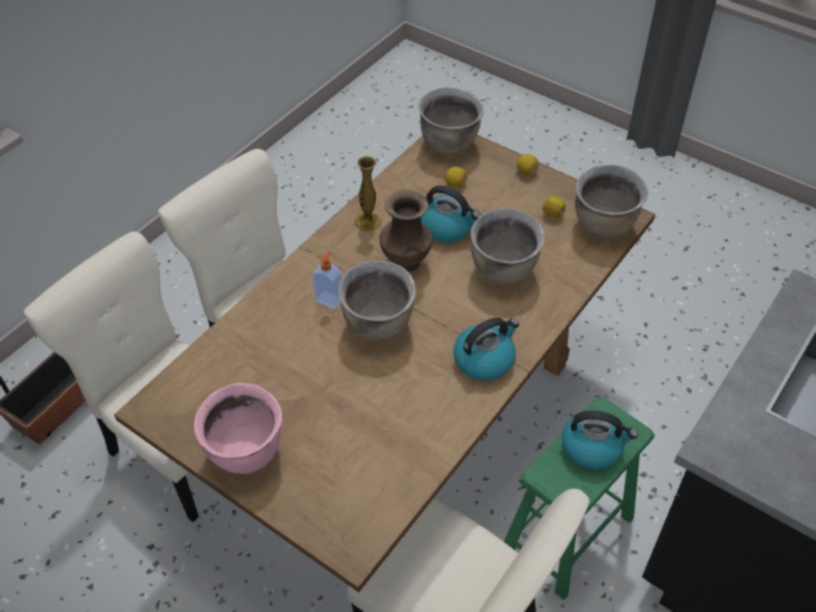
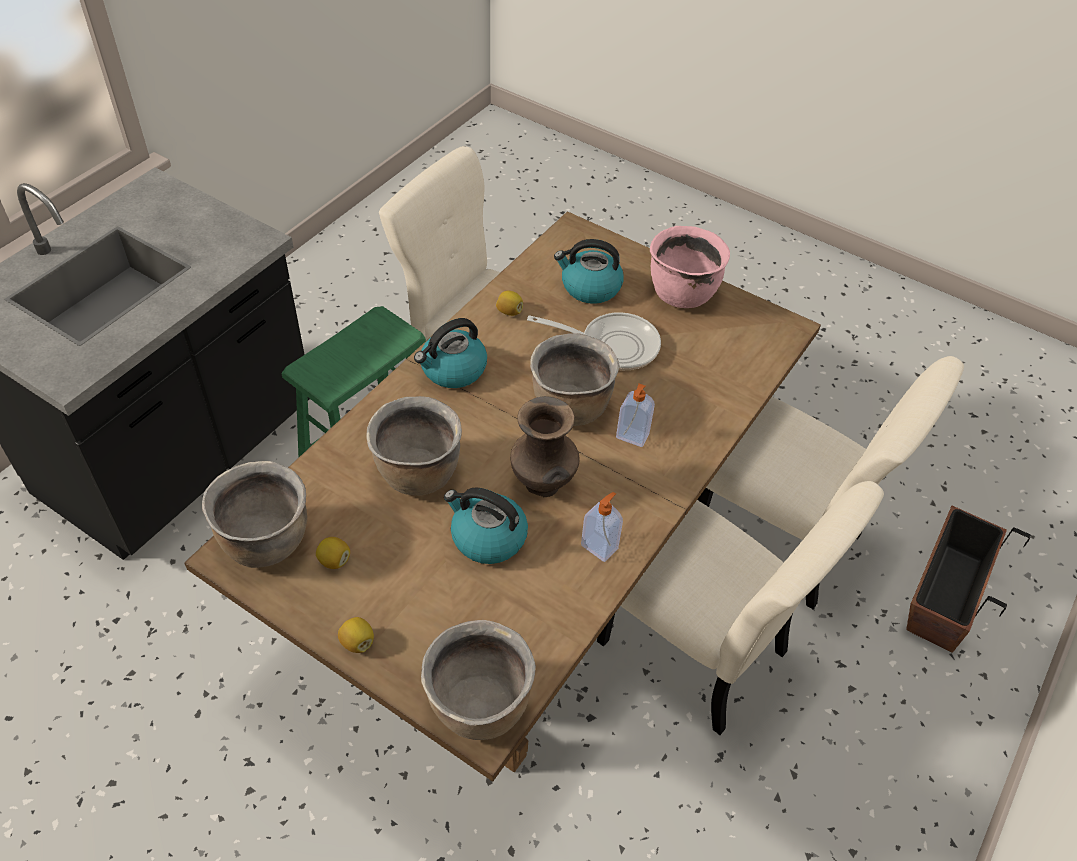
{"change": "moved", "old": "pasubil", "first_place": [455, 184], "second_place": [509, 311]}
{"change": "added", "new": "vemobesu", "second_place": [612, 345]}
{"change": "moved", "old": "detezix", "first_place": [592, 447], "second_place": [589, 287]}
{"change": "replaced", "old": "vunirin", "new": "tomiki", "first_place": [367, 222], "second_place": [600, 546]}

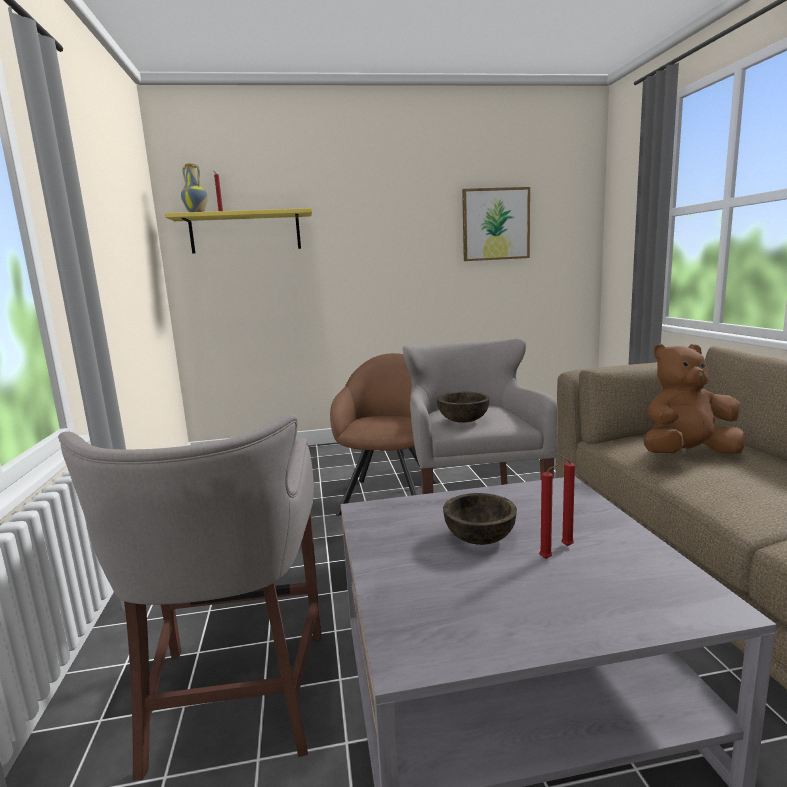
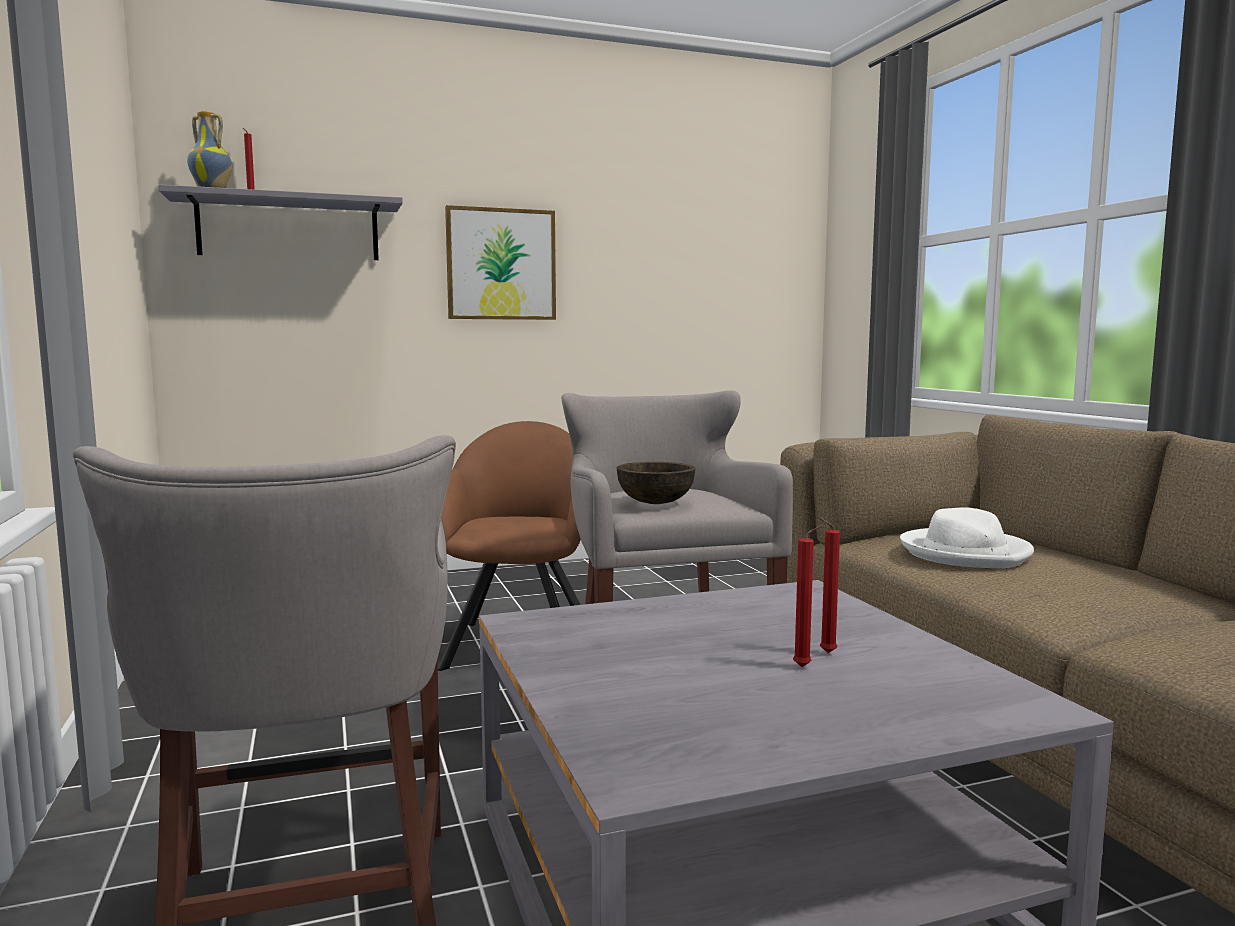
{"change": "recoloured", "old": "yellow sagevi", "new": "grey sagevi", "first_place": [245, 233], "second_place": [289, 229]}
{"change": "moved", "old": "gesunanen", "first_place": [495, 224], "second_place": [501, 264]}
{"change": "replaced", "old": "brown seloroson", "new": "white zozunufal", "first_place": [687, 455], "second_place": [965, 553]}
{"change": "removed", "old": "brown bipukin", "first_place": [480, 538]}

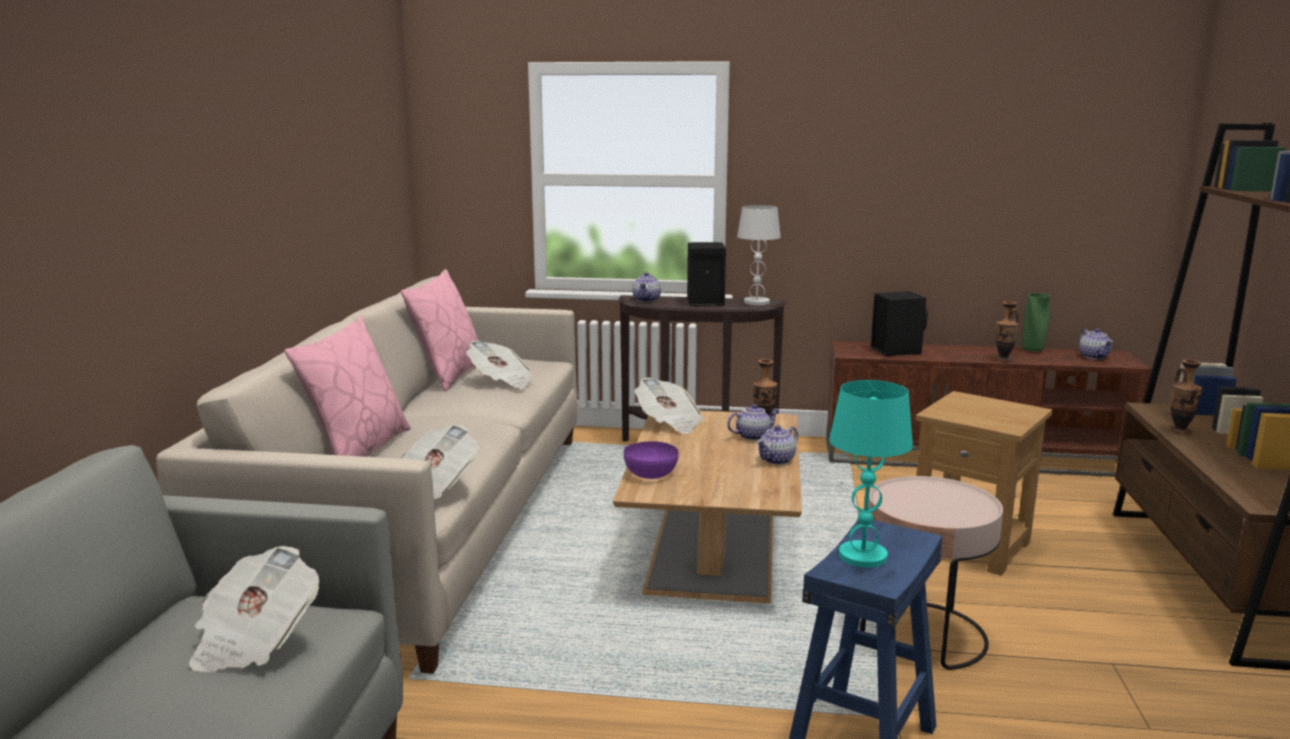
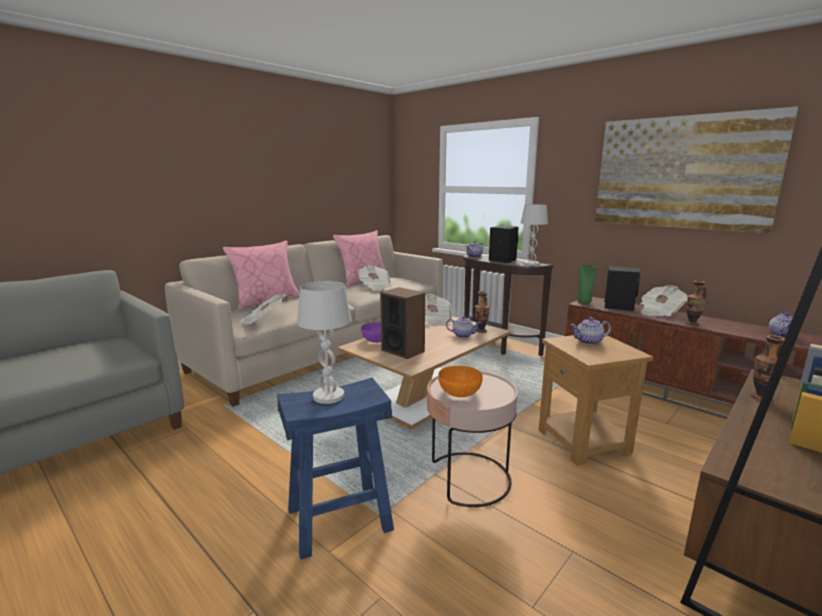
{"change": "recoloured", "old": "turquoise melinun", "new": "white melinun", "first_place": [863, 556], "second_place": [329, 396]}
{"change": "added", "new": "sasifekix", "second_place": [403, 350]}
{"change": "added", "new": "orange bipukin", "second_place": [459, 392]}
{"change": "moved", "old": "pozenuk", "first_place": [777, 460], "second_place": [589, 341]}
{"change": "moved", "old": "green vunirin", "first_place": [1032, 350], "second_place": [584, 303]}
{"change": "added", "new": "gesunanen", "second_place": [682, 172]}
{"change": "moved", "old": "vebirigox", "first_place": [254, 640], "second_place": [659, 312]}

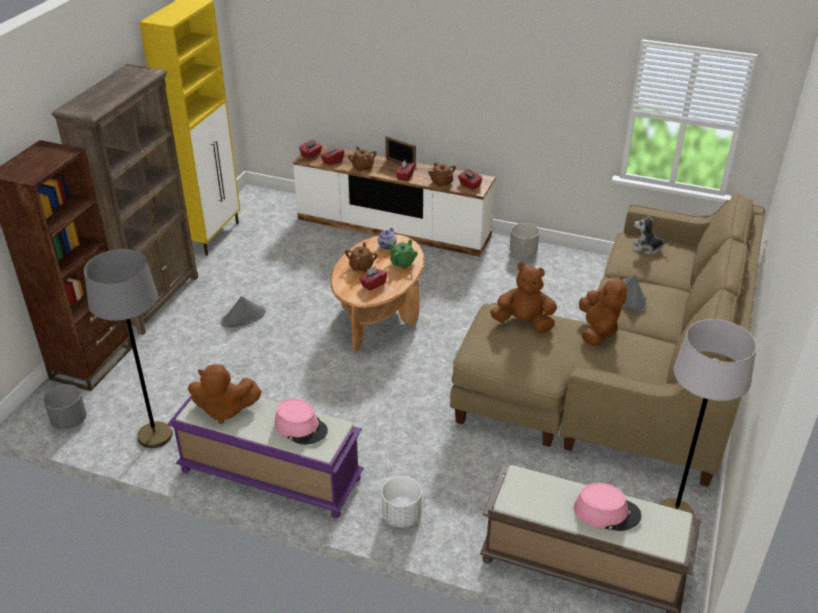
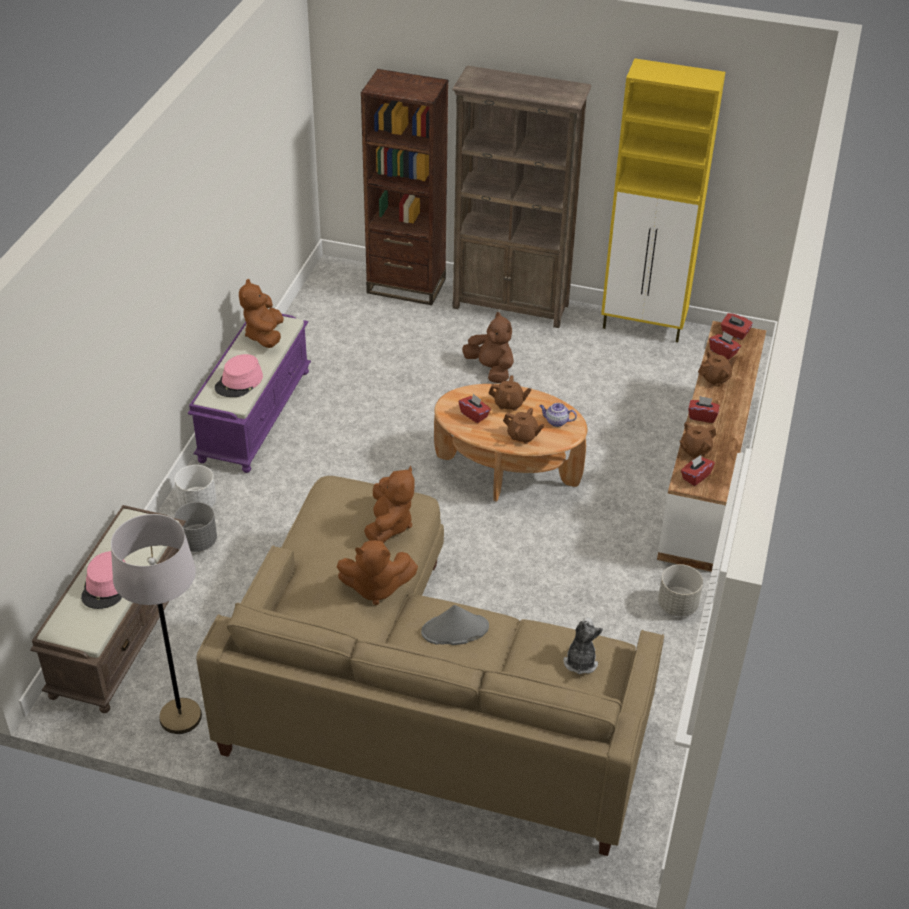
{"change": "moved", "old": "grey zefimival", "first_place": [69, 421], "second_place": [197, 541]}
{"change": "replaced", "old": "grey zozunufal", "new": "brown seloroson", "first_place": [243, 317], "second_place": [491, 369]}
{"change": "recoloured", "old": "green pozenuk", "new": "brown pozenuk", "first_place": [403, 262], "second_place": [522, 436]}
{"change": "removed", "old": "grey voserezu", "first_place": [155, 436]}
{"change": "removed", "old": "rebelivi", "first_place": [400, 163]}

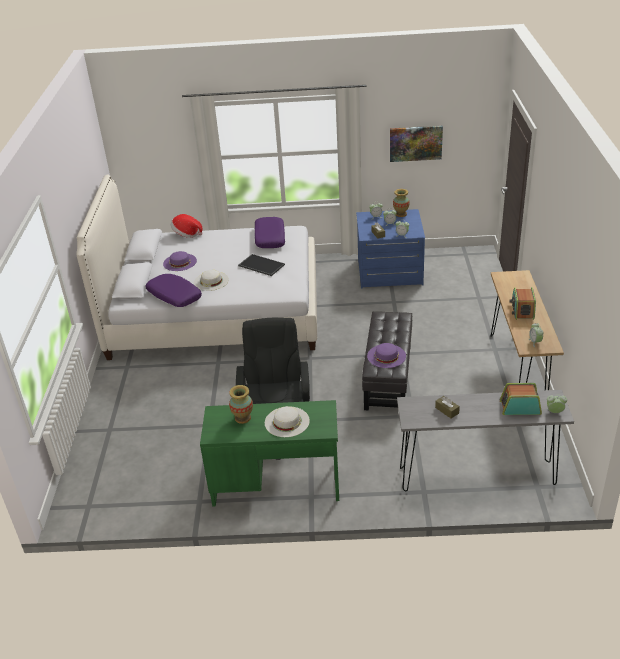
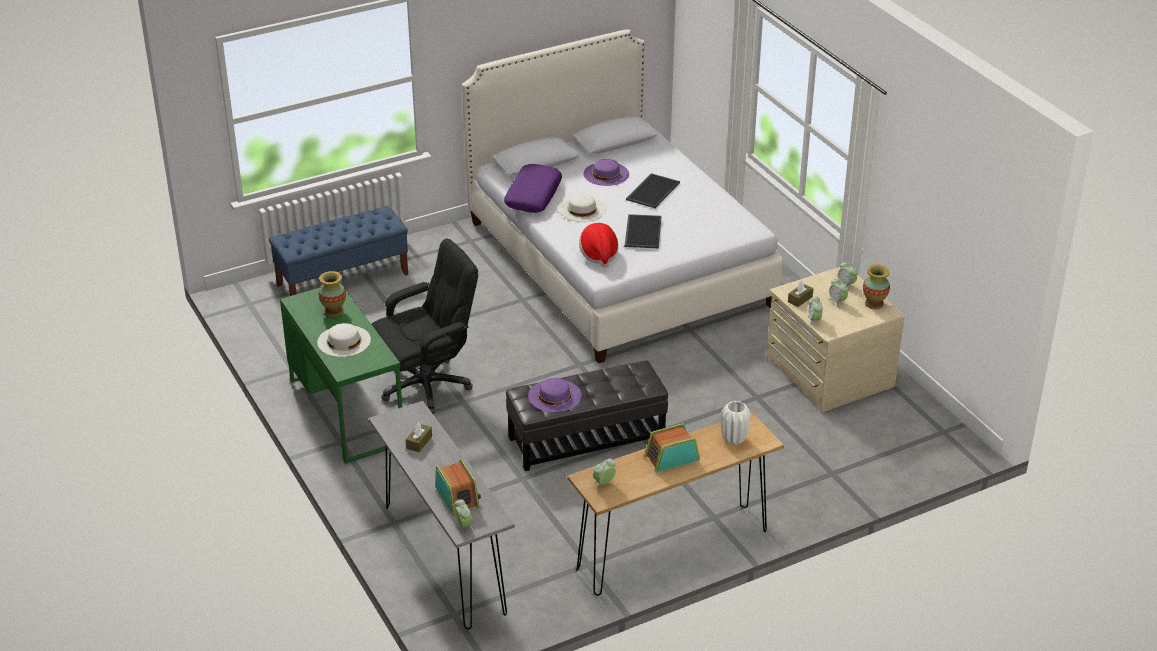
{"change": "added", "new": "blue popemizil", "second_place": [343, 279]}
{"change": "moved", "old": "zozunufal", "first_place": [186, 234], "second_place": [598, 255]}
{"change": "added", "new": "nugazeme", "second_place": [652, 190]}
{"change": "added", "new": "white vunirin", "second_place": [734, 439]}
{"change": "recoloured", "old": "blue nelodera", "new": "beige nelodera", "first_place": [389, 272], "second_place": [828, 373]}
{"change": "removed", "old": "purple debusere", "first_place": [269, 238]}
{"change": "removed", "old": "gesunanen", "first_place": [415, 143]}

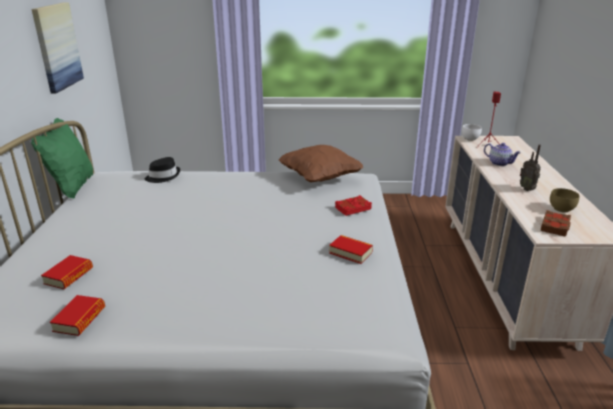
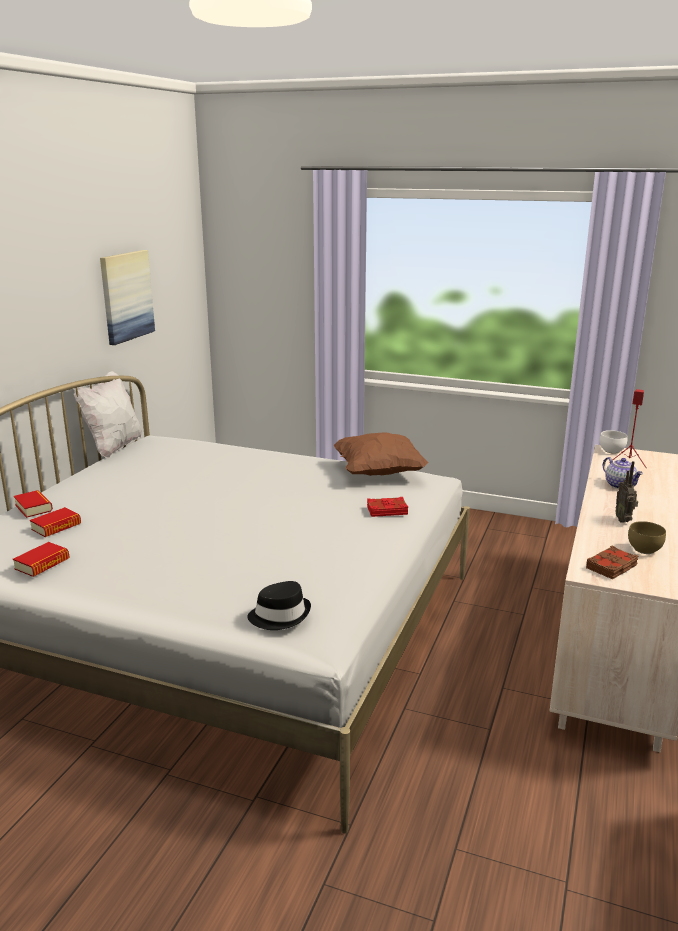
{"change": "moved", "old": "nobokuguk", "first_place": [350, 252], "second_place": [33, 508]}
{"change": "recoloured", "old": "green debusere", "new": "white debusere", "first_place": [72, 187], "second_place": [113, 447]}
{"change": "moved", "old": "black zozunufal", "first_place": [163, 176], "second_place": [280, 615]}

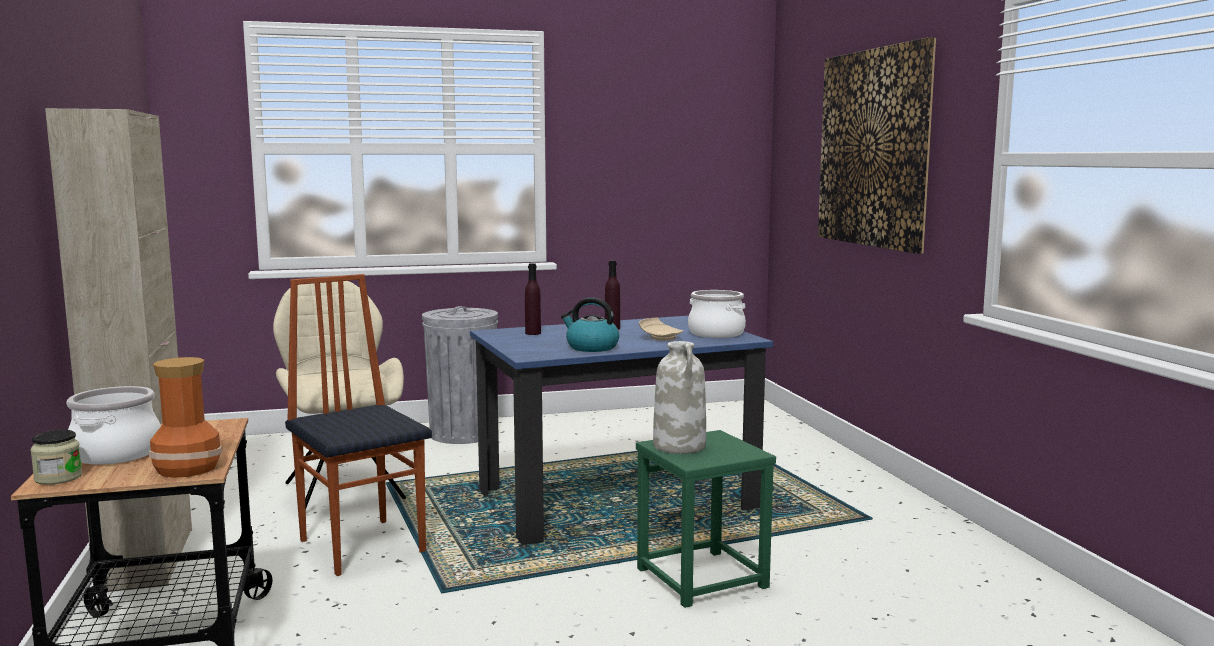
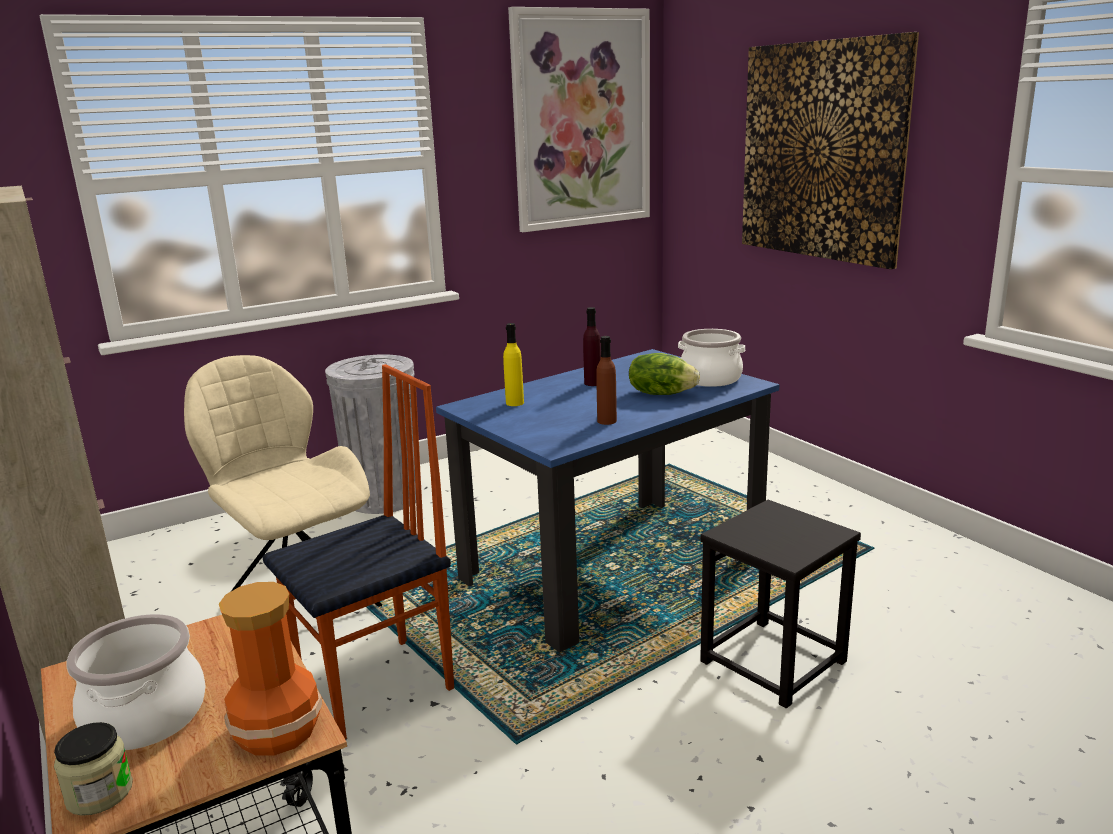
{"change": "turned", "old": "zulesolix", "first_place": [363, 545], "second_place": [377, 687], "degrees": 105}
{"change": "recoloured", "old": "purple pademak", "new": "yellow pademak", "first_place": [533, 333], "second_place": [515, 403]}
{"change": "added", "new": "gesunanen", "second_place": [582, 120]}
{"change": "replaced", "old": "detezix", "new": "brown pademak", "first_place": [591, 347], "second_place": [607, 421]}
{"change": "replaced", "old": "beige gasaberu", "new": "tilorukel", "first_place": [660, 338], "second_place": [661, 393]}
{"change": "recoloured", "old": "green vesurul", "new": "black vesurul", "first_place": [702, 578], "second_place": [774, 662]}
{"change": "removed", "old": "white vunirin", "first_place": [680, 446]}

